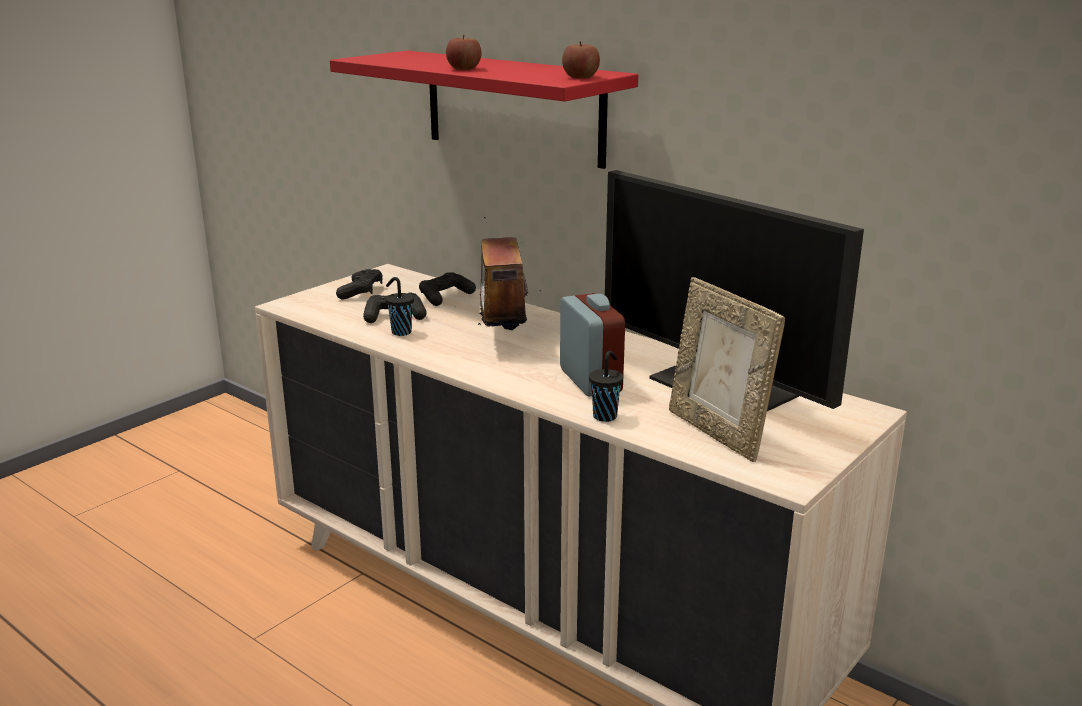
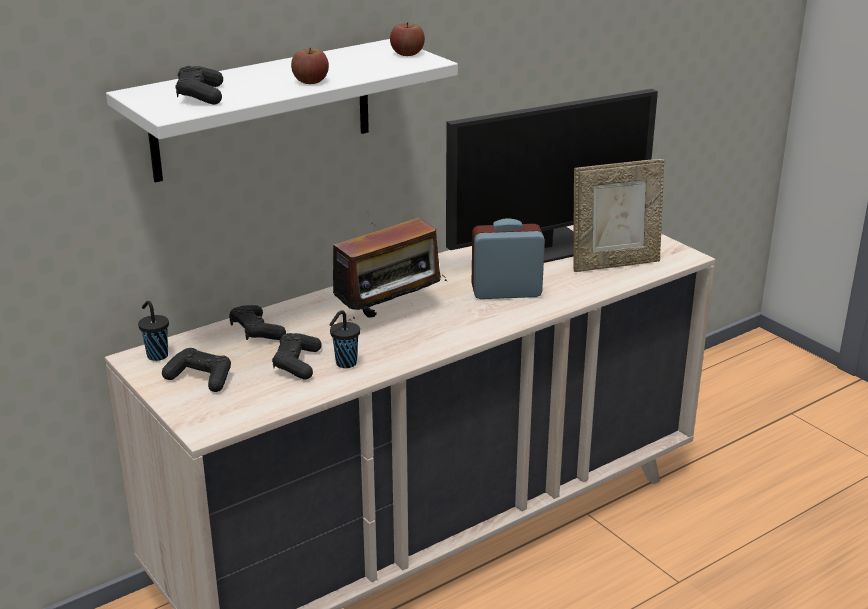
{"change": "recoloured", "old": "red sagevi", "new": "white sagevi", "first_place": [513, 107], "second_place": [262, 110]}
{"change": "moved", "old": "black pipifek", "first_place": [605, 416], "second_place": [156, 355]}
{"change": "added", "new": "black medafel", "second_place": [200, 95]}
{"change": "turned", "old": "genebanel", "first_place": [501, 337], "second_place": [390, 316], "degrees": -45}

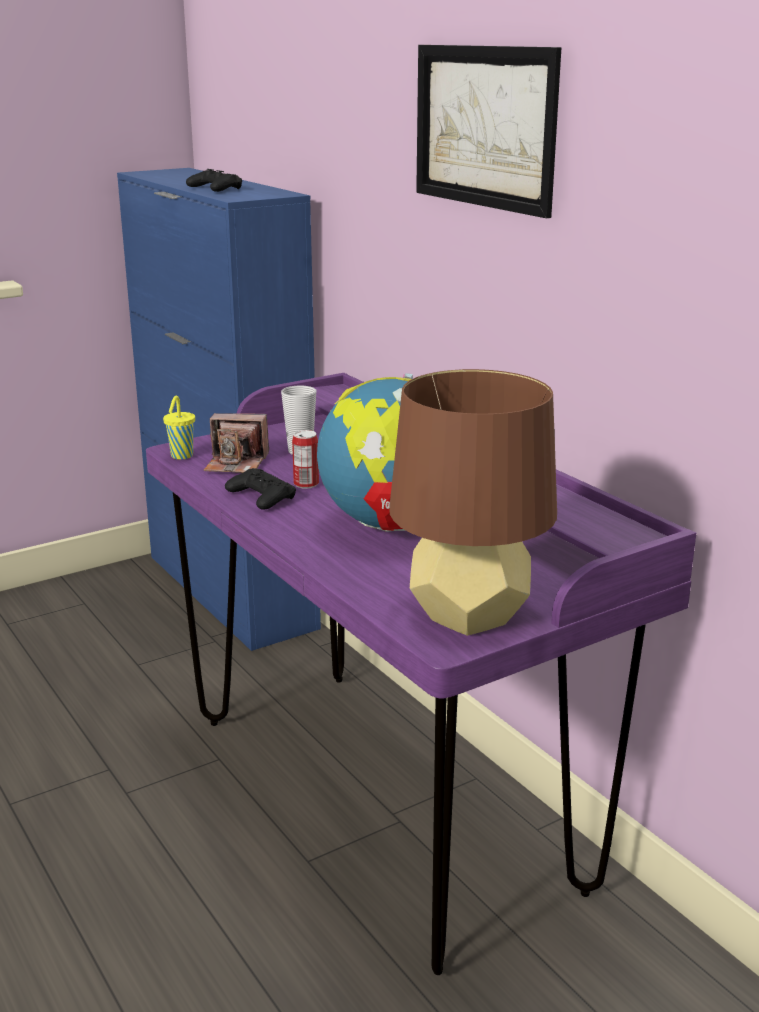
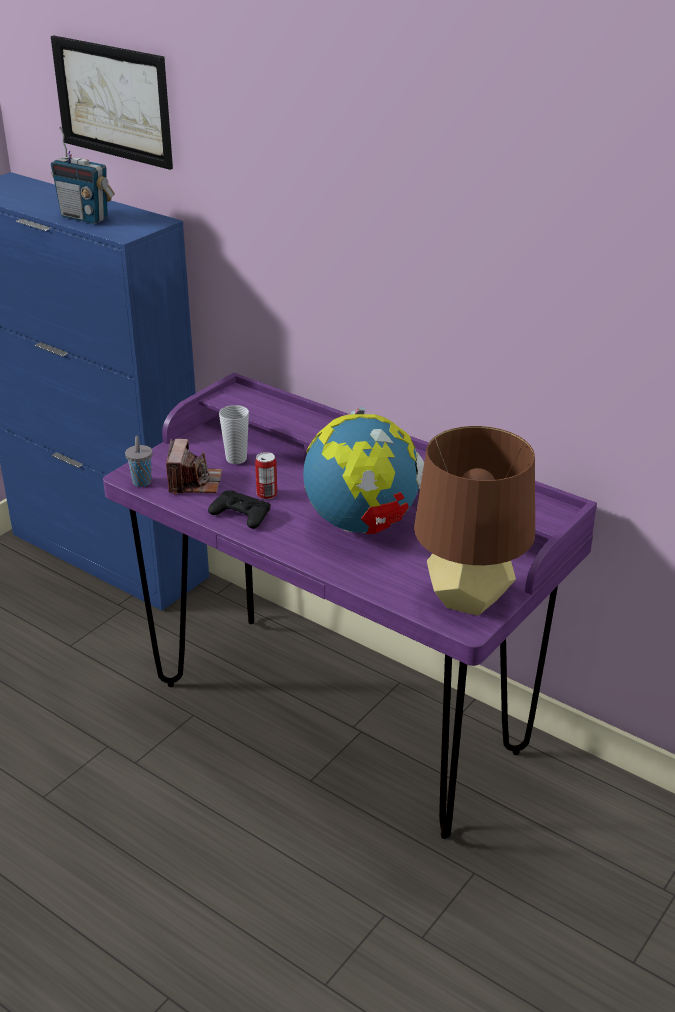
{"change": "moved", "old": "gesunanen", "first_place": [484, 127], "second_place": [113, 101]}
{"change": "replaced", "old": "black medafel", "new": "genebanel", "first_place": [214, 188], "second_place": [85, 218]}
{"change": "recoloured", "old": "yellow pipifek", "new": "grey pipifek", "first_place": [181, 456], "second_place": [141, 483]}
{"change": "turned", "old": "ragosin", "first_place": [236, 463], "second_place": [194, 482], "degrees": -75}

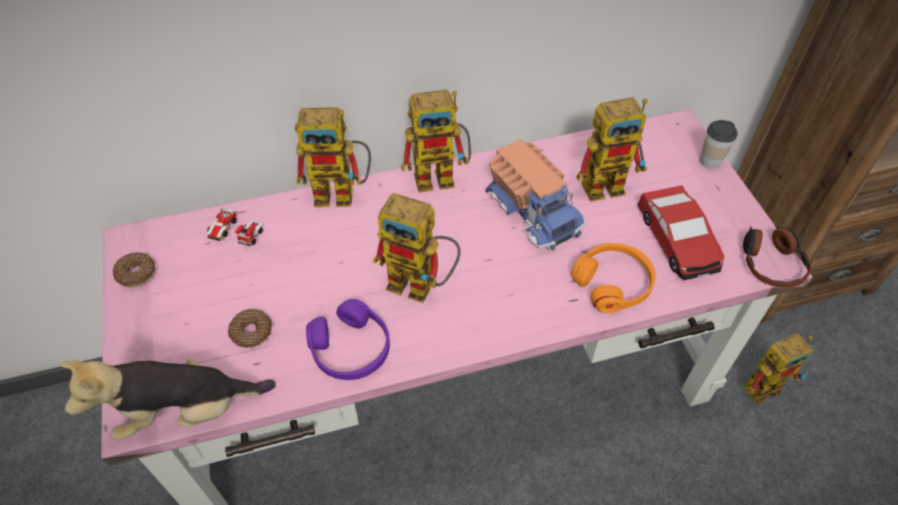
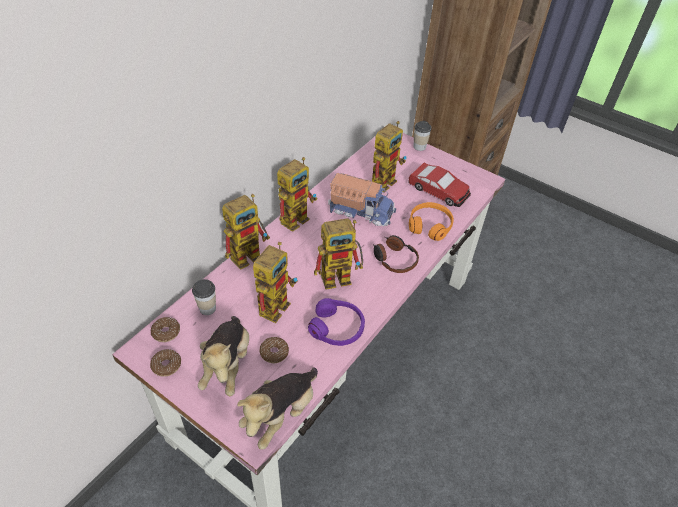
{"change": "added", "new": "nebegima", "second_place": [166, 332]}
{"change": "replaced", "old": "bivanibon", "new": "pipifek", "first_place": [236, 233], "second_place": [207, 308]}
{"change": "added", "new": "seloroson", "second_place": [227, 365]}
{"change": "moved", "old": "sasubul", "first_place": [766, 384], "second_place": [275, 303]}
{"change": "moved", "old": "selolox", "first_place": [770, 262], "second_place": [394, 259]}

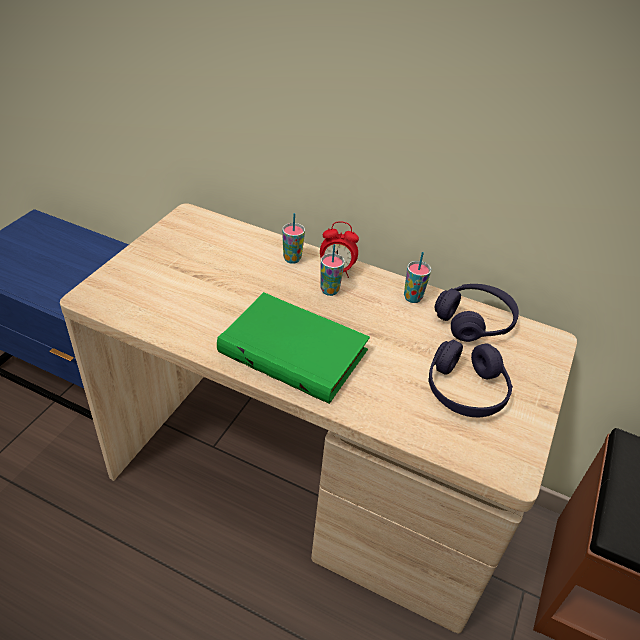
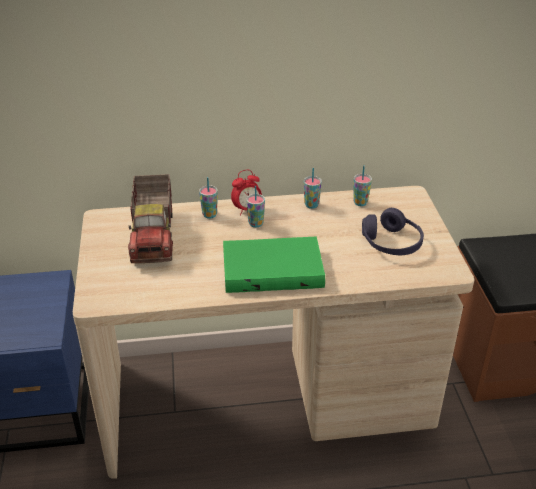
{"change": "added", "new": "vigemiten", "second_place": [154, 235]}
{"change": "replaced", "old": "purple selolox", "new": "pipifek", "first_place": [474, 321], "second_place": [360, 203]}

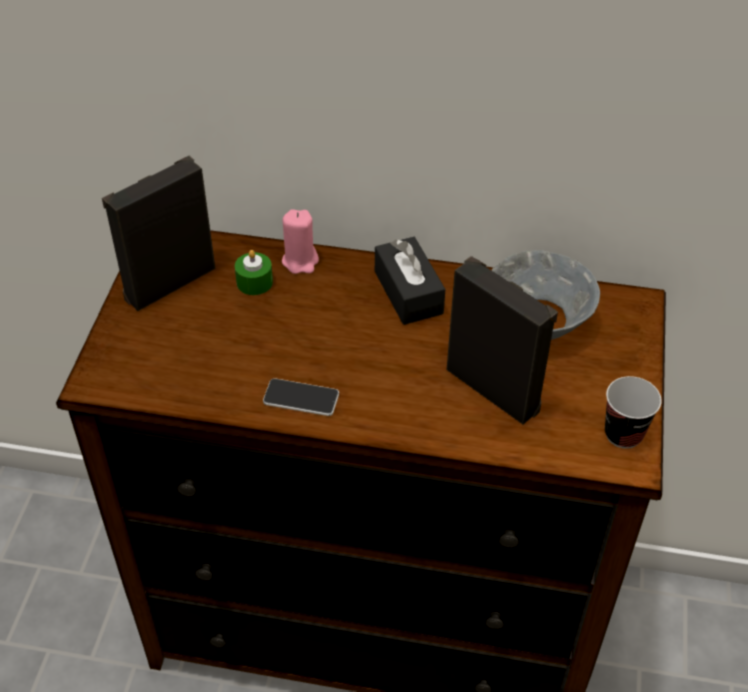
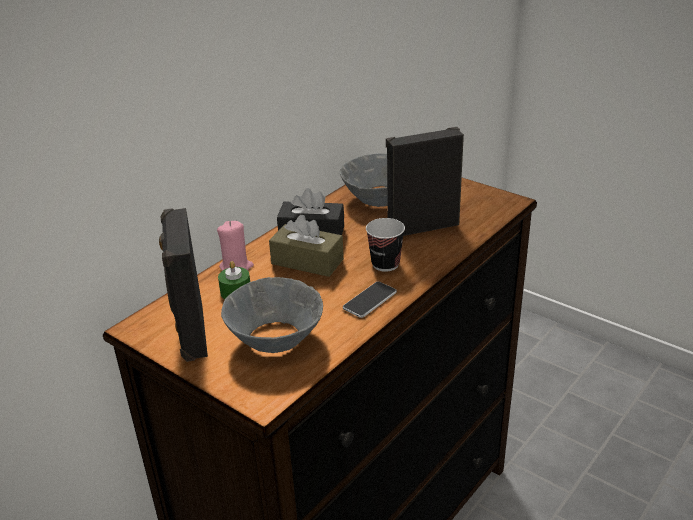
{"change": "added", "new": "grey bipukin", "second_place": [275, 338]}
{"change": "added", "new": "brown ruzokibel", "second_place": [307, 261]}
{"change": "moved", "old": "pipifek", "first_place": [623, 434], "second_place": [385, 264]}

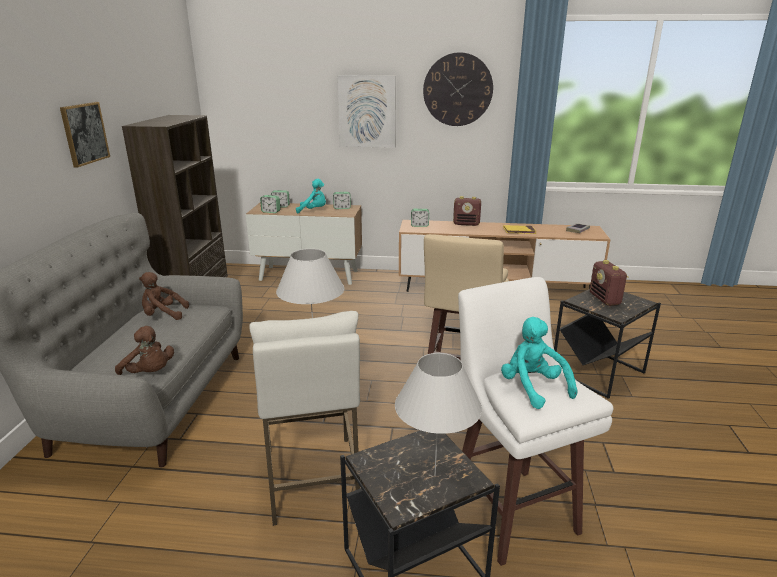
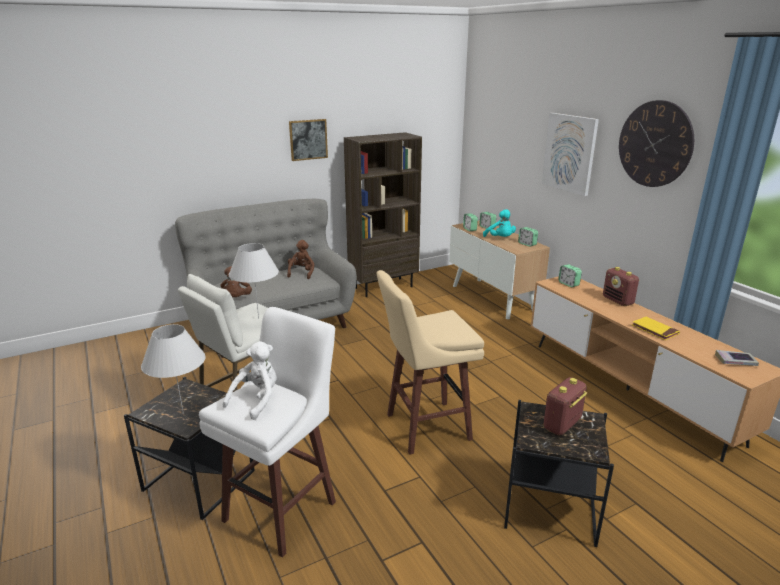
{"change": "recoloured", "old": "turquoise seloroson", "new": "white seloroson", "first_place": [533, 387], "second_place": [257, 400]}
{"change": "turned", "old": "brown seloroson", "first_place": [163, 315], "second_place": [301, 273], "degrees": 45}

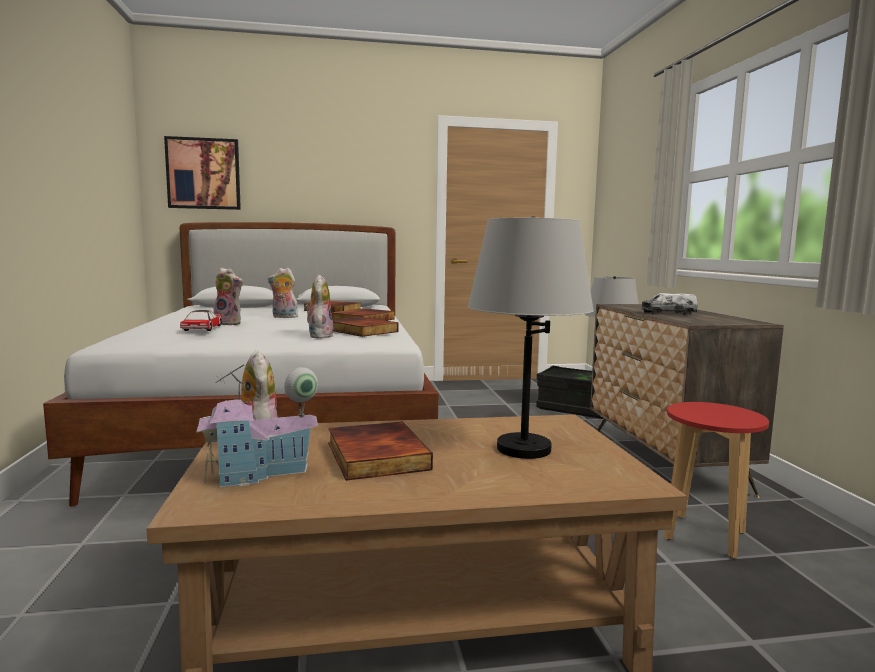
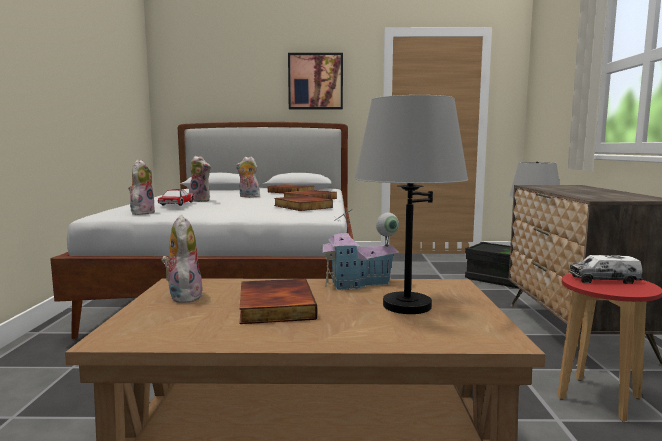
{"change": "moved", "old": "seloroson", "first_place": [319, 336], "second_place": [142, 213]}
{"change": "moved", "old": "gesunanen", "first_place": [203, 174], "second_place": [315, 81]}
{"change": "moved", "old": "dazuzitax", "first_place": [261, 473], "second_place": [359, 284]}
{"change": "moved", "old": "vigemiten", "first_place": [668, 313], "second_place": [604, 280]}

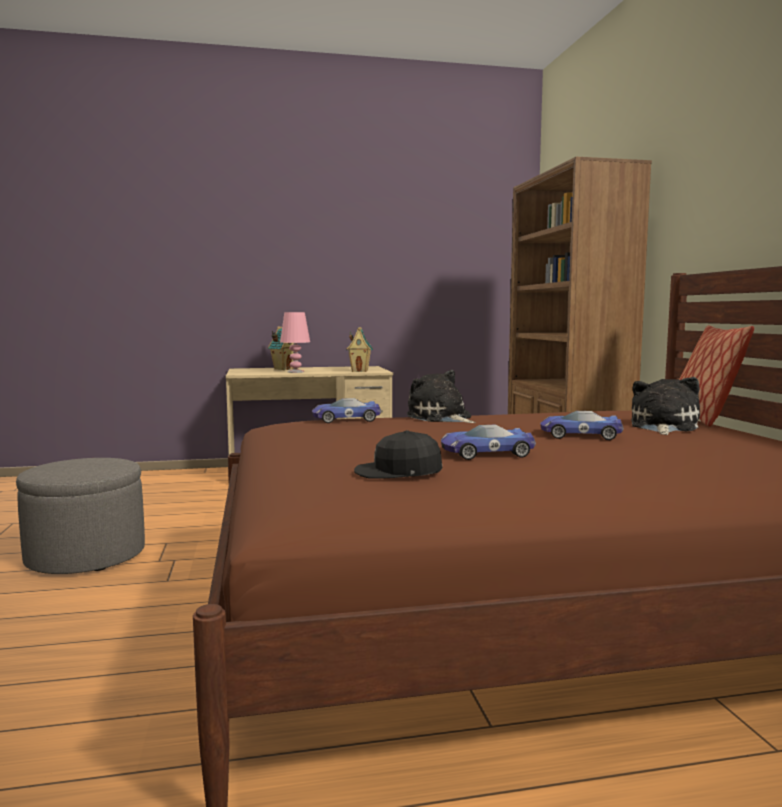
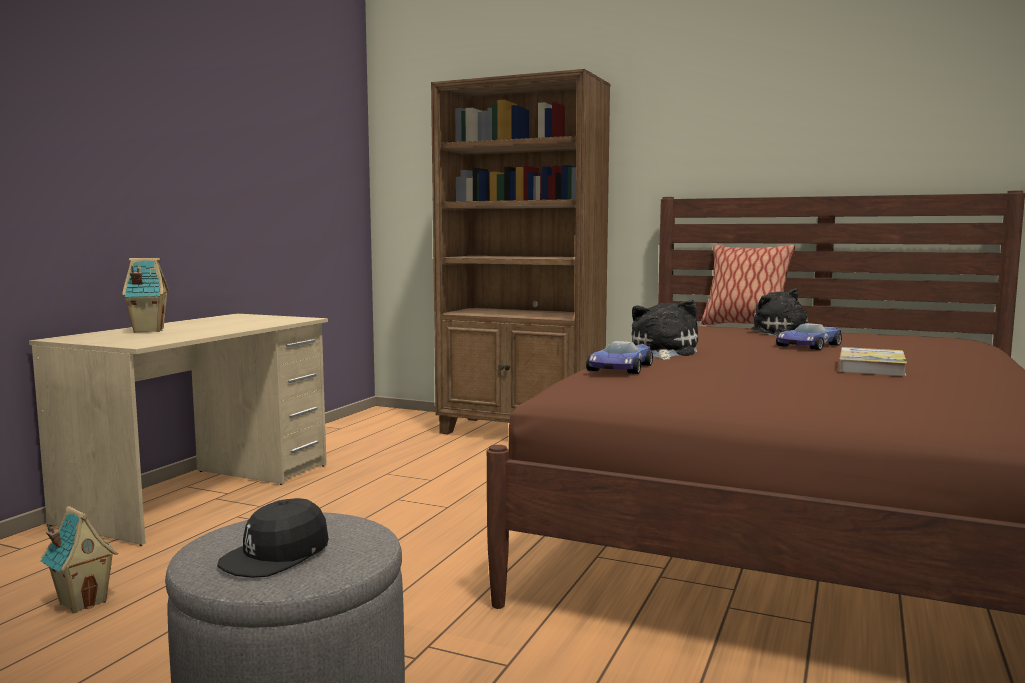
{"change": "moved", "old": "dazuzitax", "first_place": [360, 371], "second_place": [83, 602]}
{"change": "moved", "old": "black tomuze", "first_place": [398, 472], "second_place": [276, 555]}
{"change": "turned", "old": "seloroson", "first_place": [441, 418], "second_place": [663, 352], "degrees": 105}
{"change": "replaced", "old": "bivanibon", "new": "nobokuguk", "first_place": [484, 453], "second_place": [871, 366]}
{"change": "removed", "old": "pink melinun", "first_place": [296, 372]}

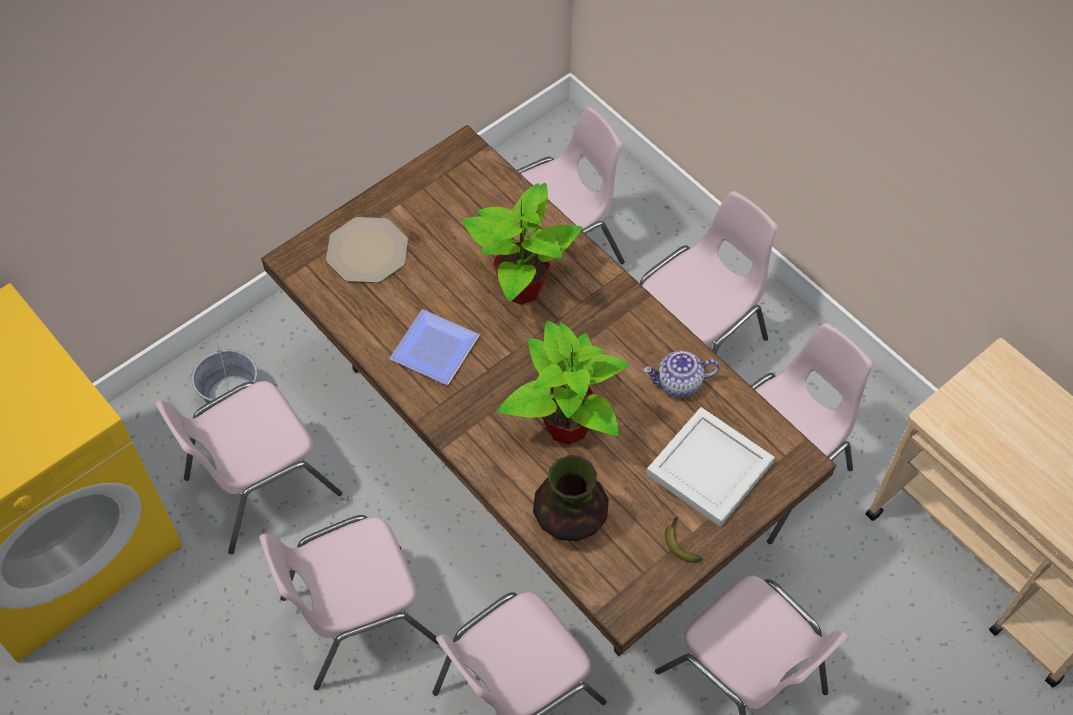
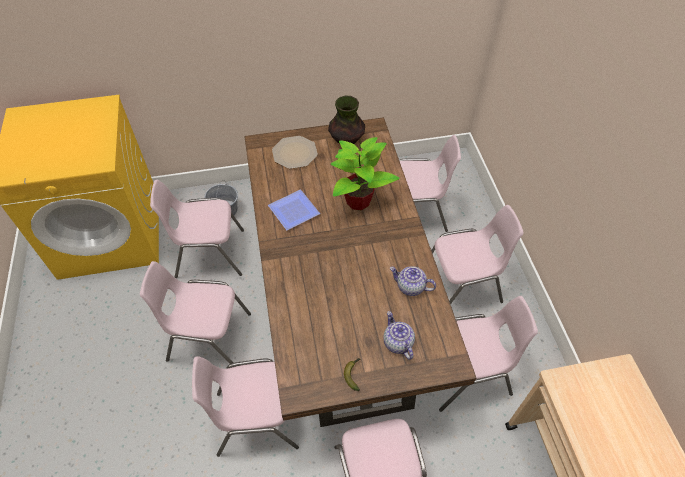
{"change": "moved", "old": "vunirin", "first_place": [570, 519], "second_place": [346, 139]}
{"change": "replaced", "old": "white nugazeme", "new": "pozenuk", "first_place": [710, 470], "second_place": [397, 342]}
{"change": "removed", "old": "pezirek", "first_place": [566, 424]}

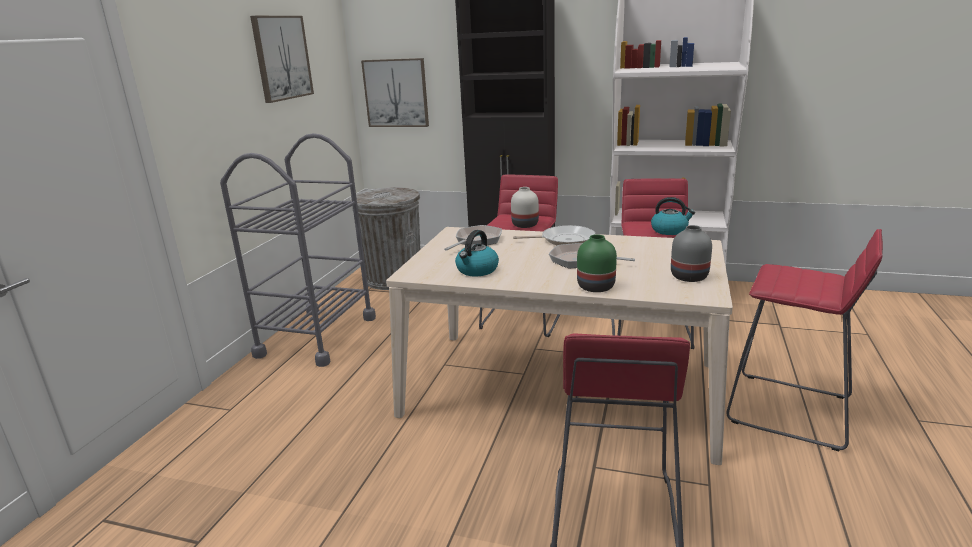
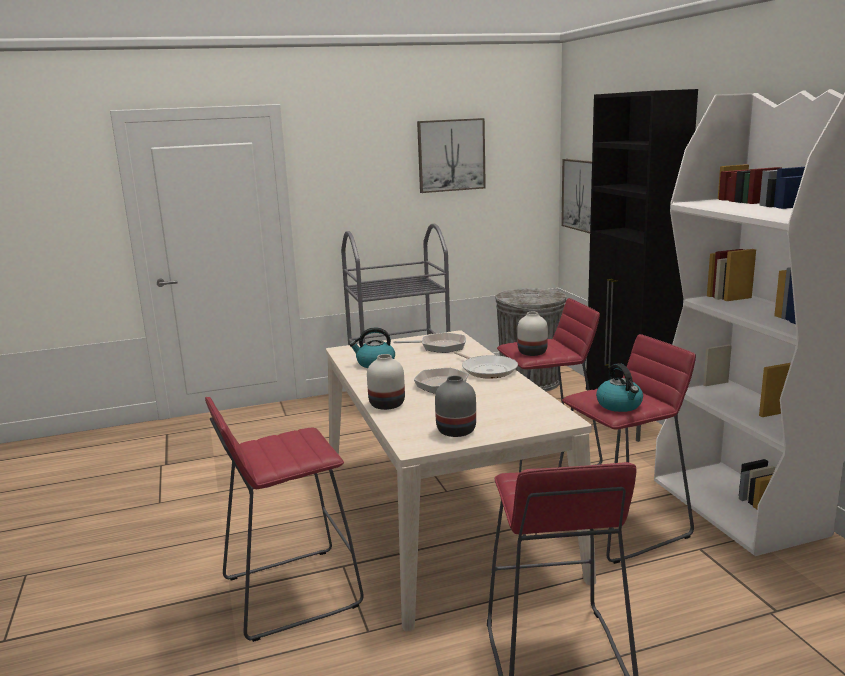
{"change": "recoloured", "old": "green vunirin", "new": "white vunirin", "first_place": [595, 286], "second_place": [387, 404]}

